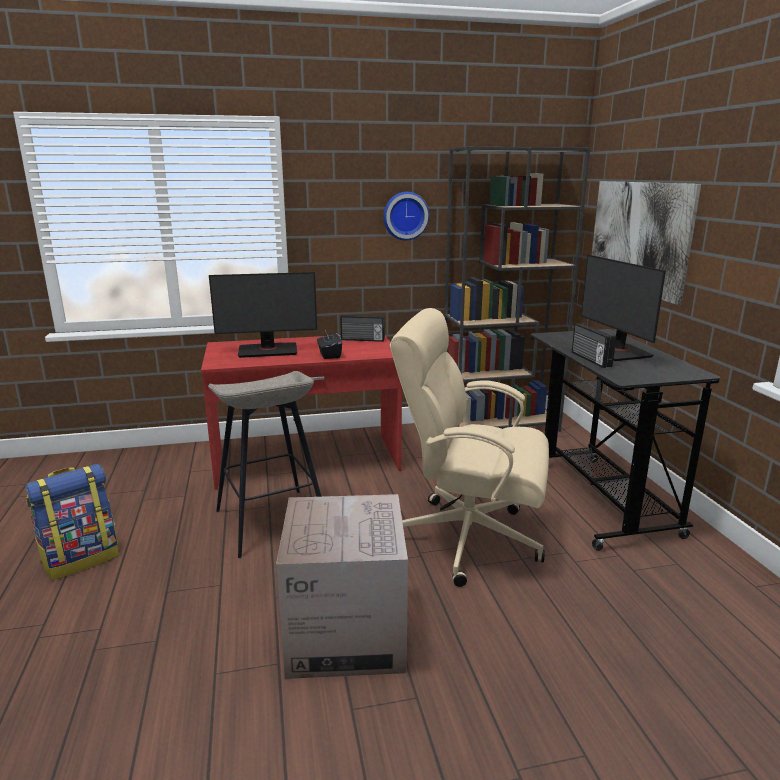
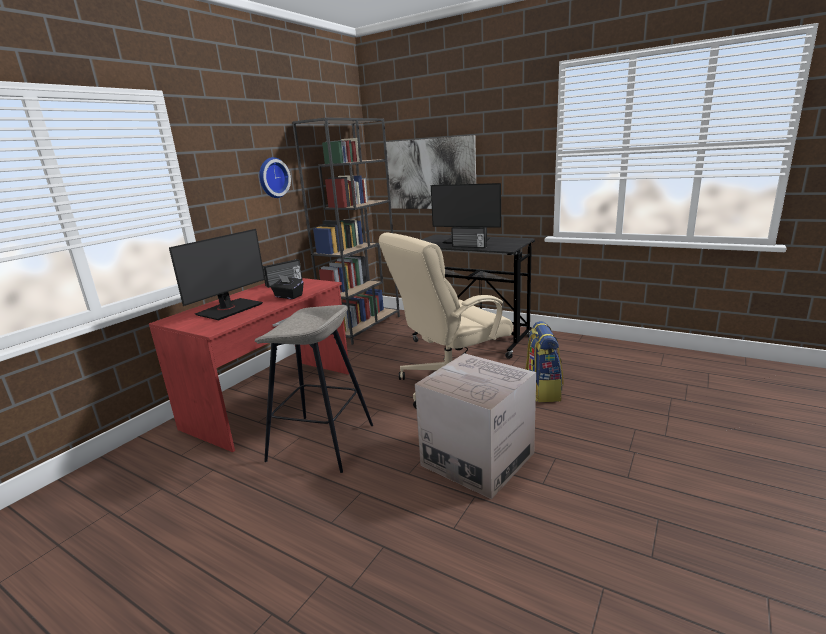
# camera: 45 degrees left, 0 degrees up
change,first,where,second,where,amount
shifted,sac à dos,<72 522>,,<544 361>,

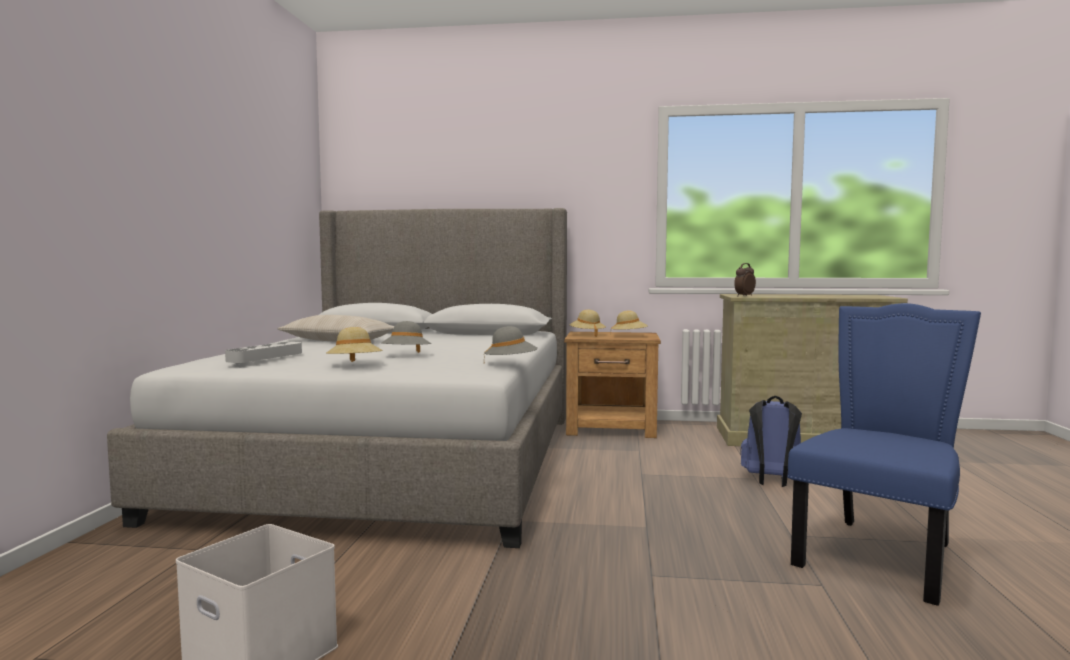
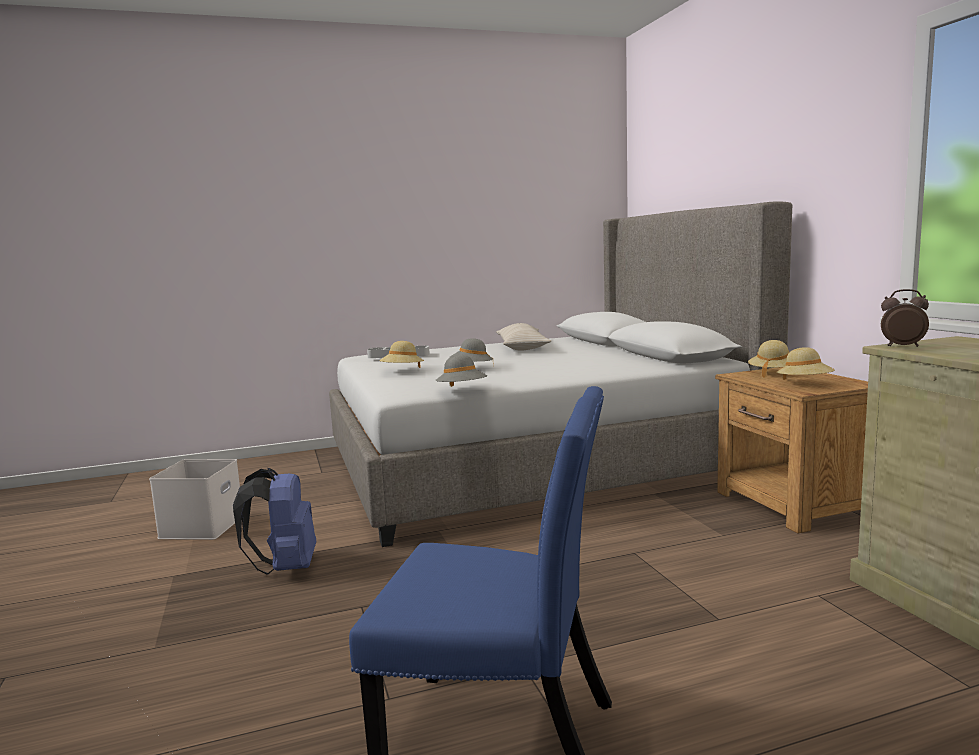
# camera: 65 degrees right, 5 degrees up
change,first,where,second,where,amount
shifted,sac à dos [bleu],<771 441>,,<274 521>,

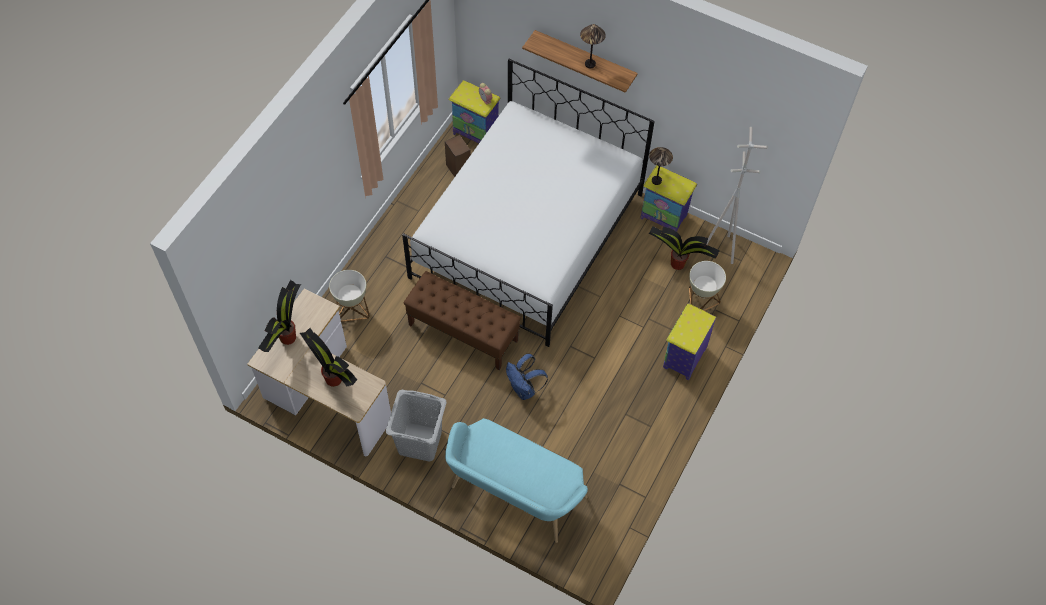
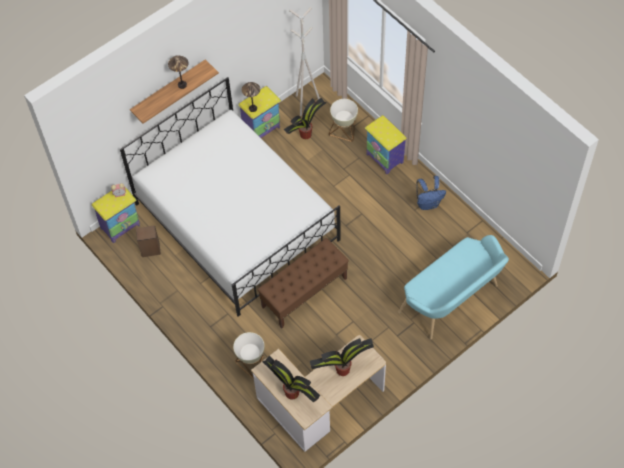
# camera: 65 degrees left, 0 degrees up
change,first,where,second,where,amount
shifted,sac à dos [bleu],<527 377>,,<431 193>,
gone,panier à linge [gris],<416 426>,,,

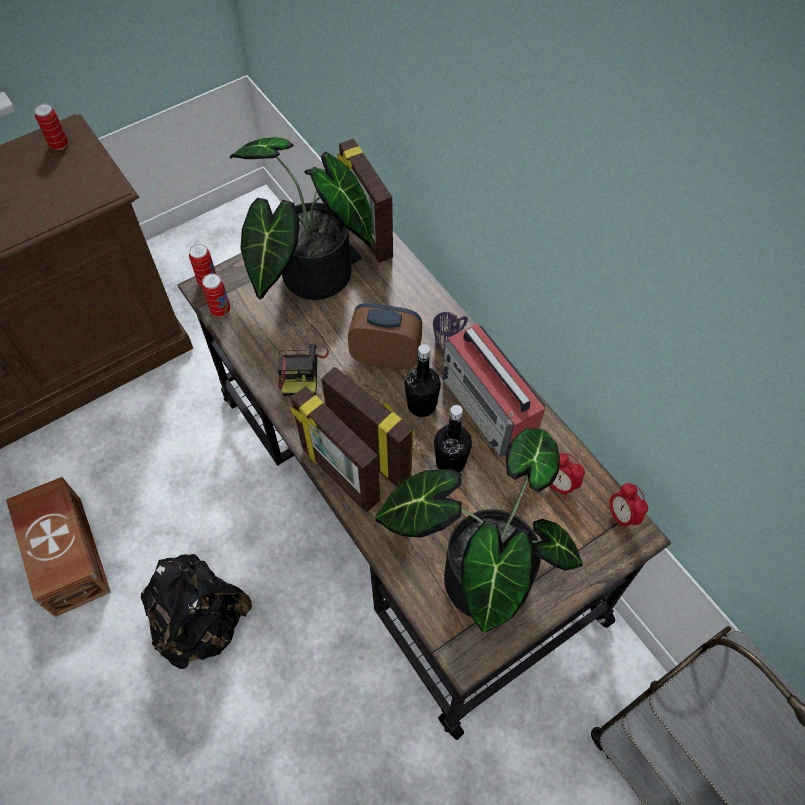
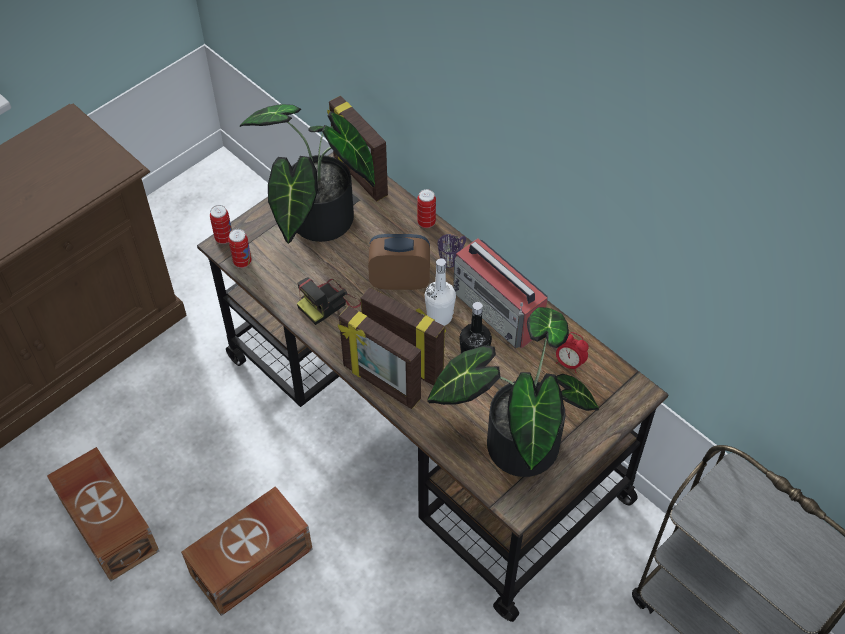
# camera: 10 degrees left, 5 degrees down
change,first,where,second,where,amount
swapped,sac à dos [noir],<196 611>,boîte de rangement [marron],<247 551>,
rotated,appareil photo,<303 370>,,<329 301>,60 degrees clockwise
shifted,boîte métallique,<51 127>,,<426 208>,
repainted,bouteille [noir],<422 380>,bouteille [blanc],<440 292>,
gone,réveil,<627 506>,,,

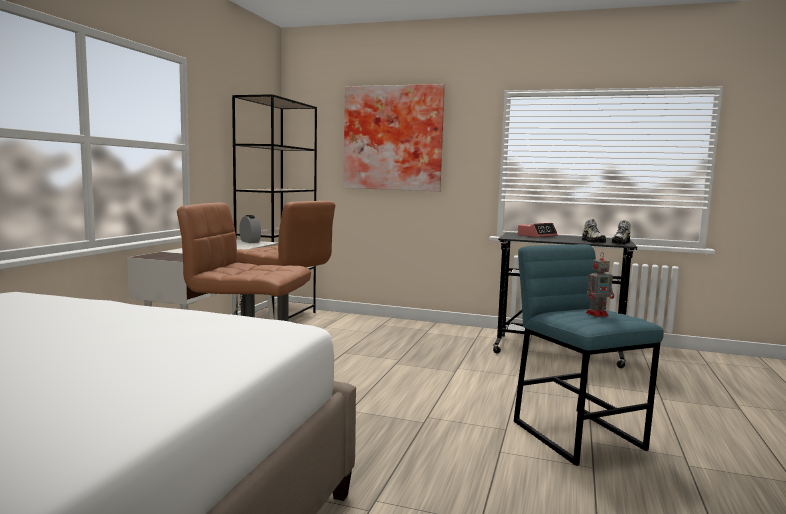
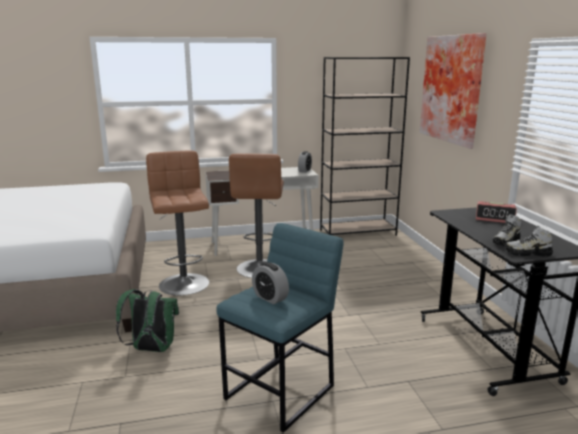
# camera: 60 degrees right, 10 degrees up
change,first,where,second,where,amount
new,,,sac à dos [vert],<147 320>,
swapped,robot jouet,<600 284>,réveil,<270 283>,

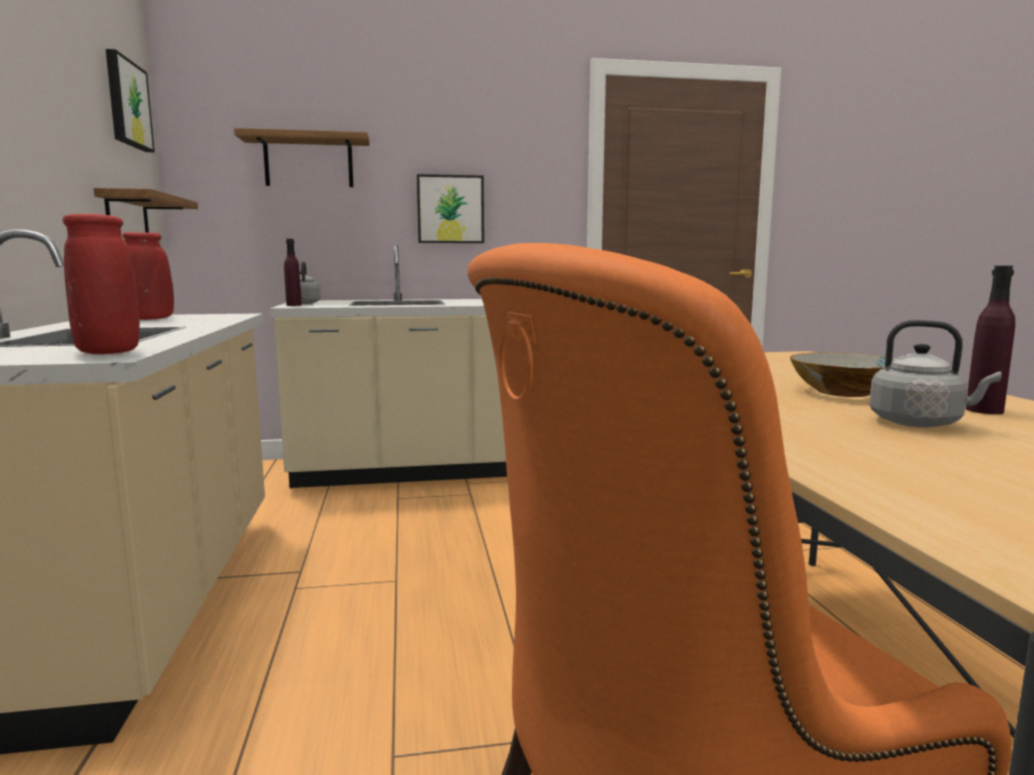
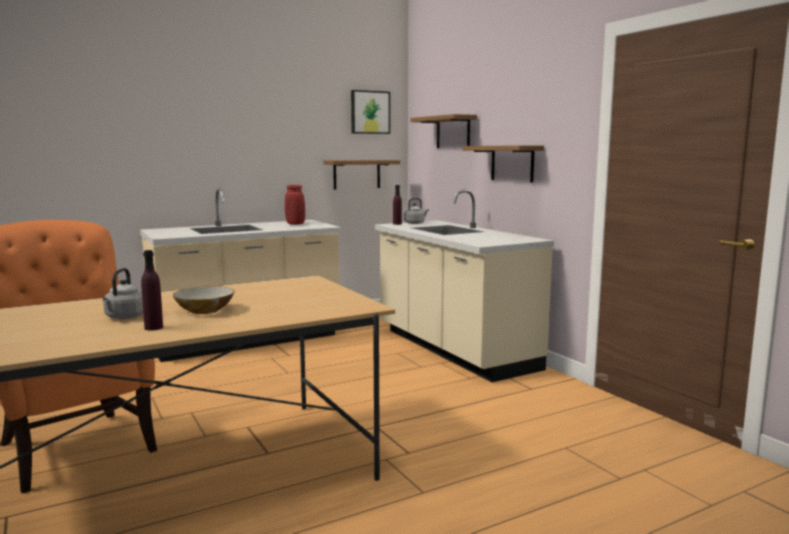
# camera: 70 degrees right, 0 degrees up
change,first,where,second,where,amount
swapped,tableau,<450 208>,étagère,<503 163>,
gone,vase [rouge],<101 284>,,,

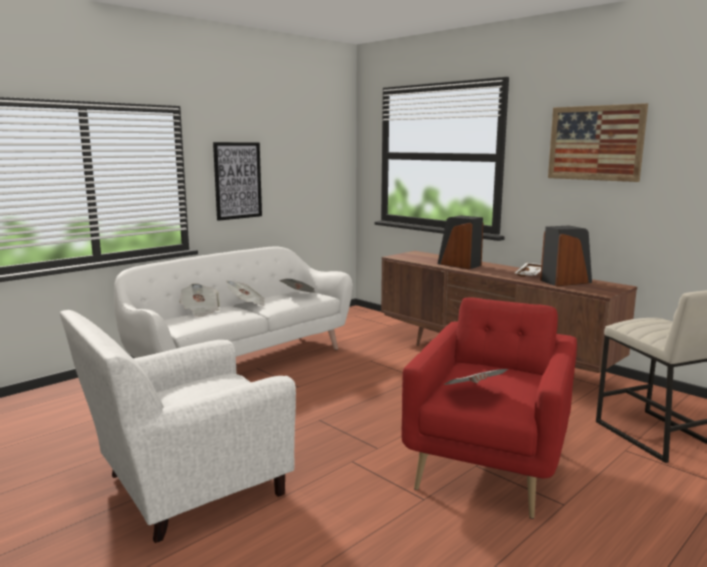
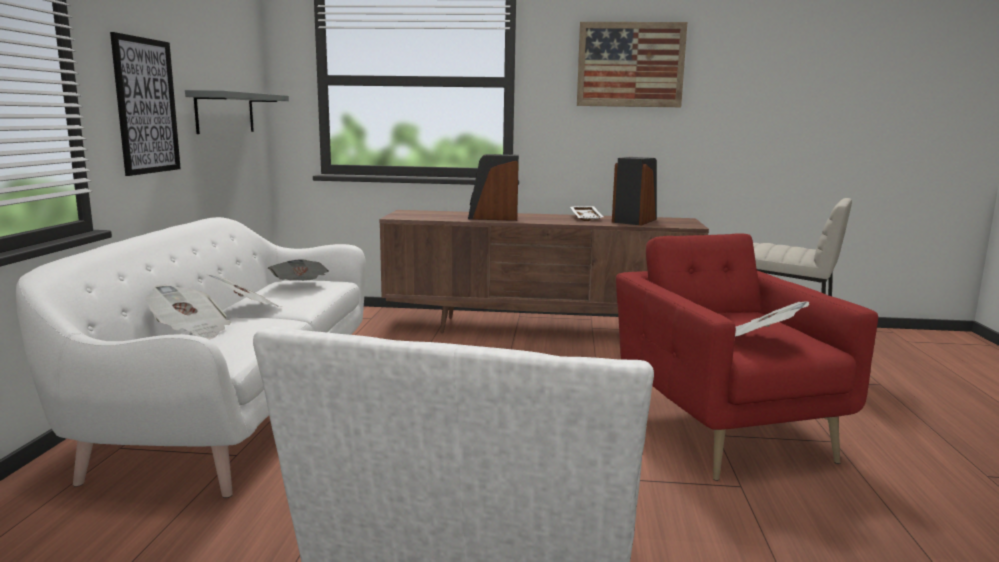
# camera: 40 degrees left, 0 degrees up
change,first,where,second,where,amount
new,,,étagère [gris],<237 112>,

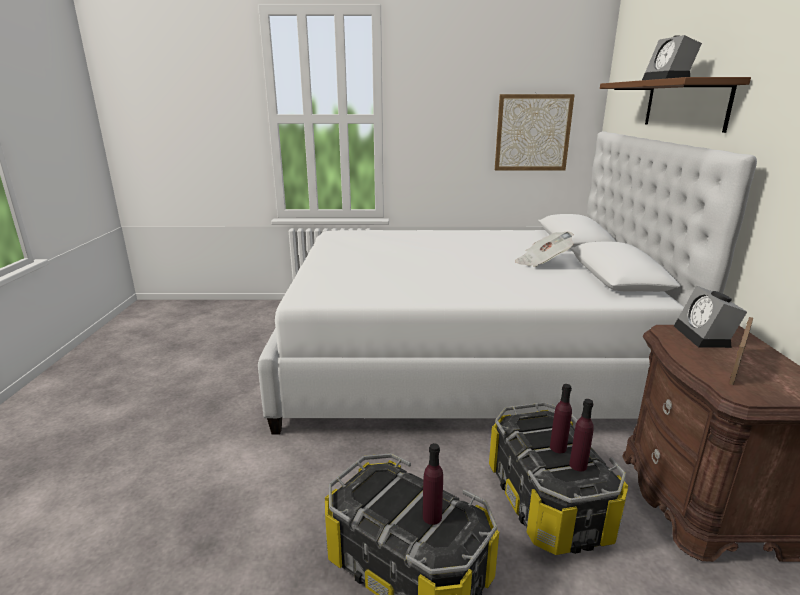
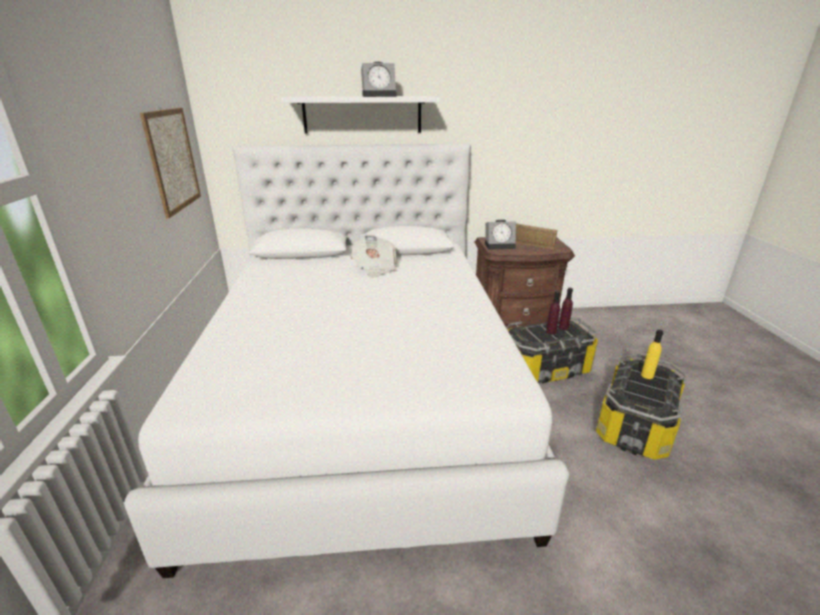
# camera: 95 degrees left, 5 degrees up
change,first,where,second,where,amount
repainted,étagère [marron],<675 105>,étagère [blanc],<360 115>,
repainted,bouteille [violet],<433 484>,bouteille [jaune],<652 354>,

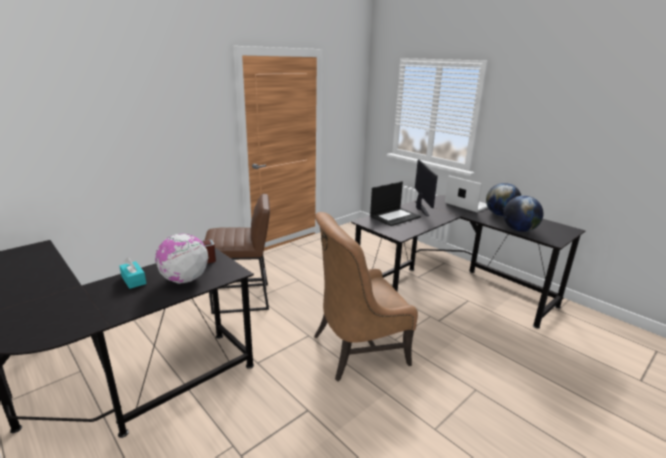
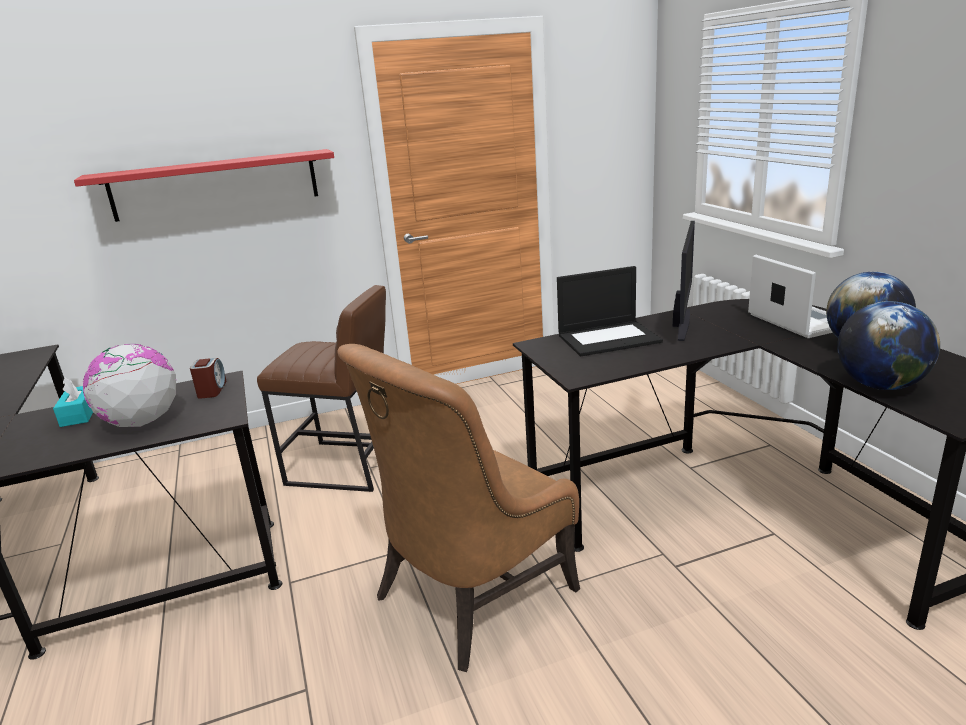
# camera: 25 degrees right, 0 degrees up
change,first,where,second,where,amount
new,,,étagère [rouge],<204 185>,
rotated,chaise [marron],<366 297>,,<458 508>,45 degrees counterclockwise

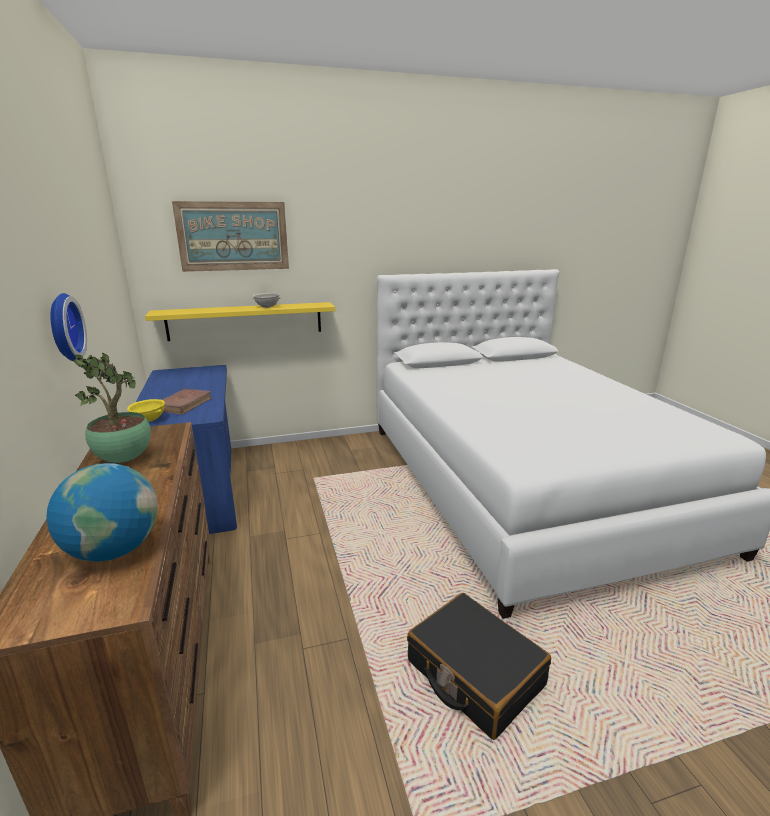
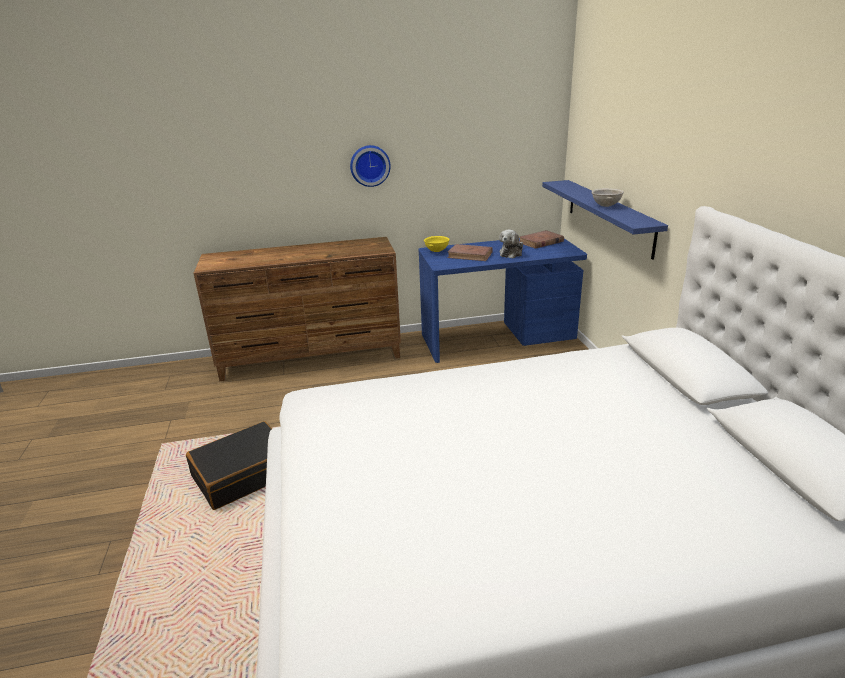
# camera: 95 degrees right, 5 degrees up
change,first,where,second,where,amount
new,,,peluche,<511 244>,
new,,,livre [marron],<541 239>,
repainted,étagère [jaune],<240 321>,étagère [bleu],<605 219>,
gone,globe,<102 512>,,,
gone,plante en pot,<112 408>,,,
gone,tableau,<230 236>,,,

